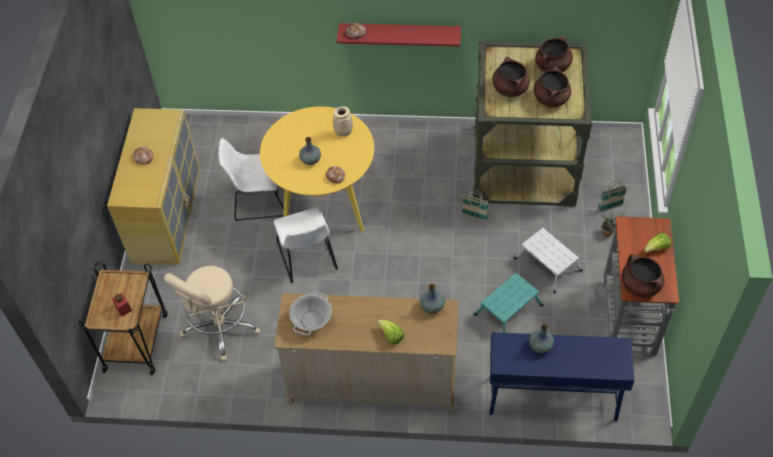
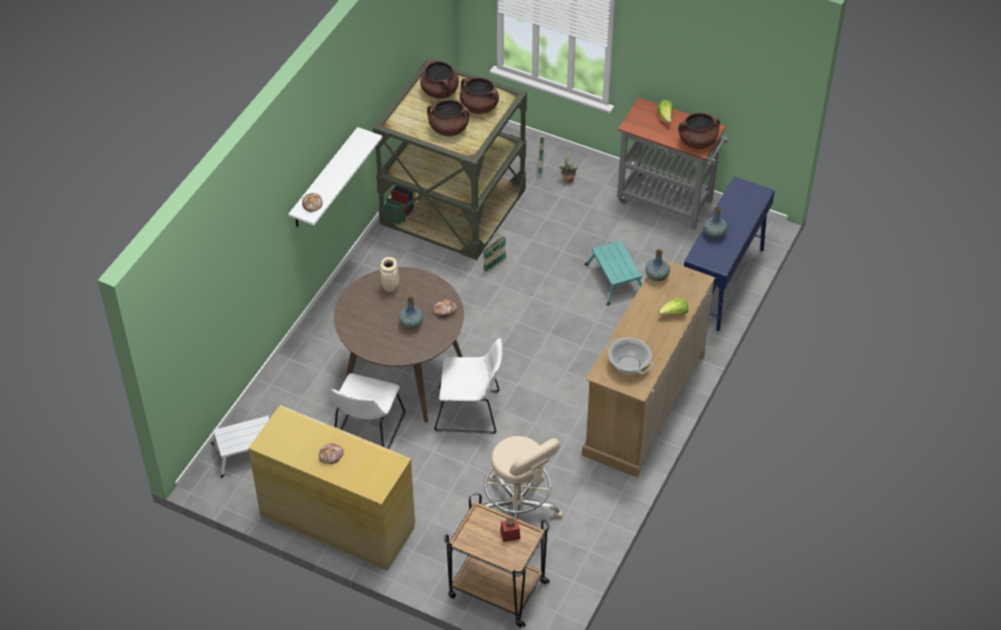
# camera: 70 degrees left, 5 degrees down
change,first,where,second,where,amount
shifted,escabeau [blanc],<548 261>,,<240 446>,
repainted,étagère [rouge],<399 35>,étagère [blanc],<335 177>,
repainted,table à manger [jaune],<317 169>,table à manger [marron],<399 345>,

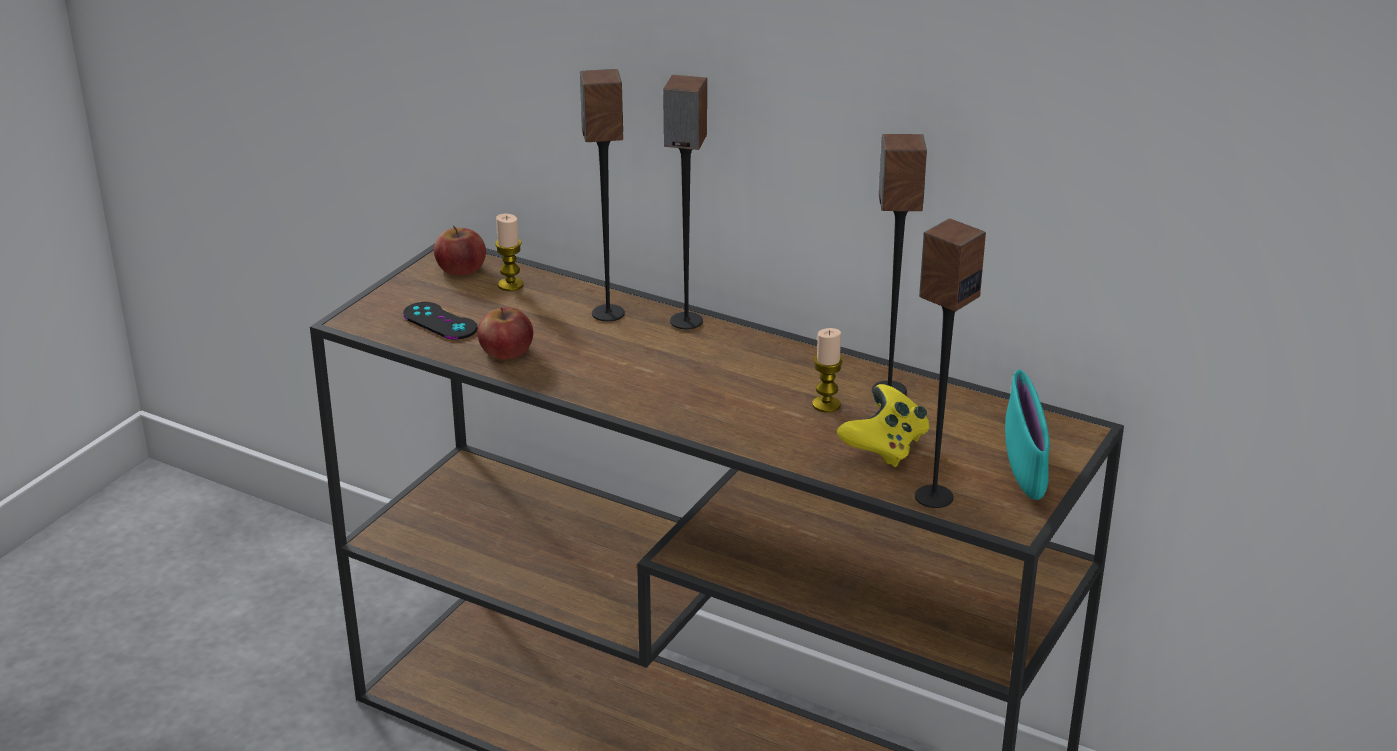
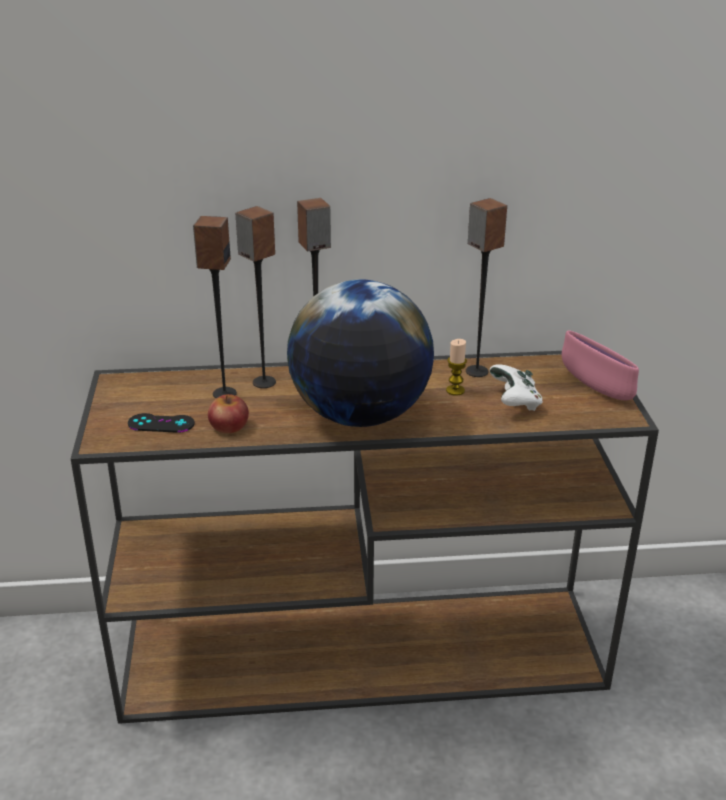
# camera: 35 degrees left, 0 degrees up
change,first,where,second,where,amount
shifted,enceinte,<950 363>,,<215 307>,
new,,,globe,<360 353>,
repainted,manette [jaune],<883 425>,manette [blanc],<516 387>,
repainted,bol [turquoise],<1027 435>,bol [rose],<600 365>,
gone,pomme,<460 251>,,,
gone,bougie,<509 252>,,,

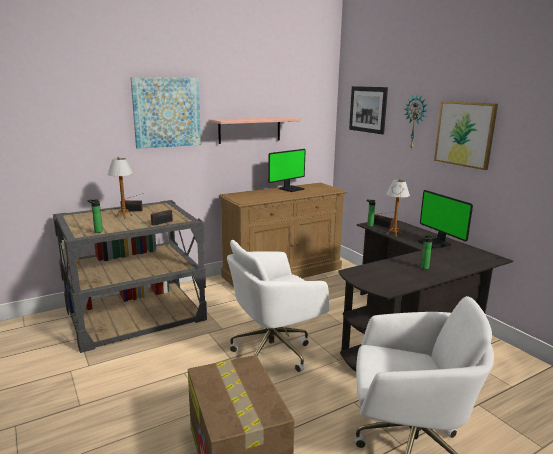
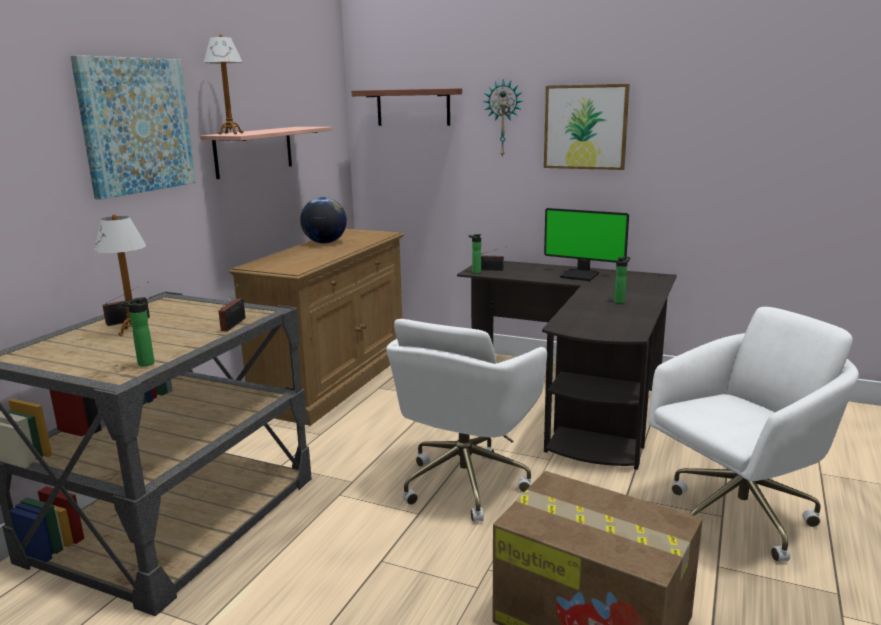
# camera: 35 degrees left, 0 degrees up
change,first,where,second,where,amount
shifted,lampe de table,<398 208>,,<223 84>,
swapped,écran d'ordinateur,<286 170>,globe,<323 220>,
swapped,tableau,<368 110>,étagère,<407 107>,

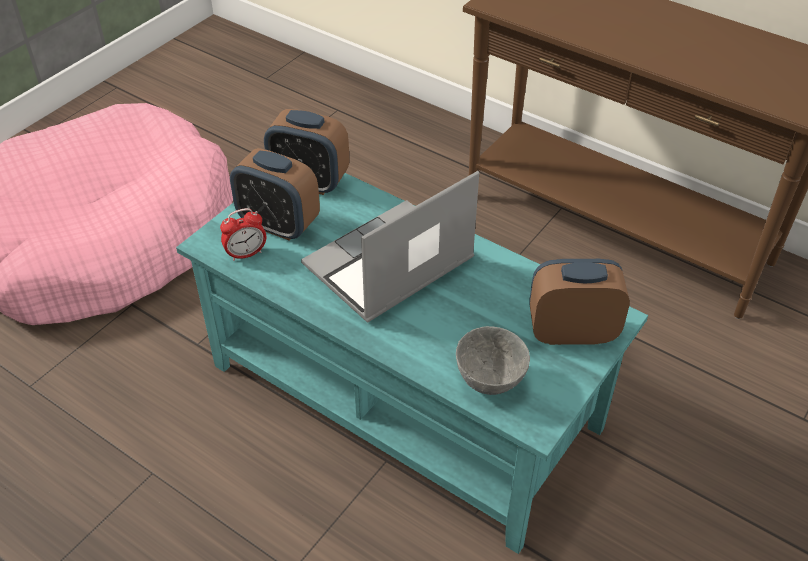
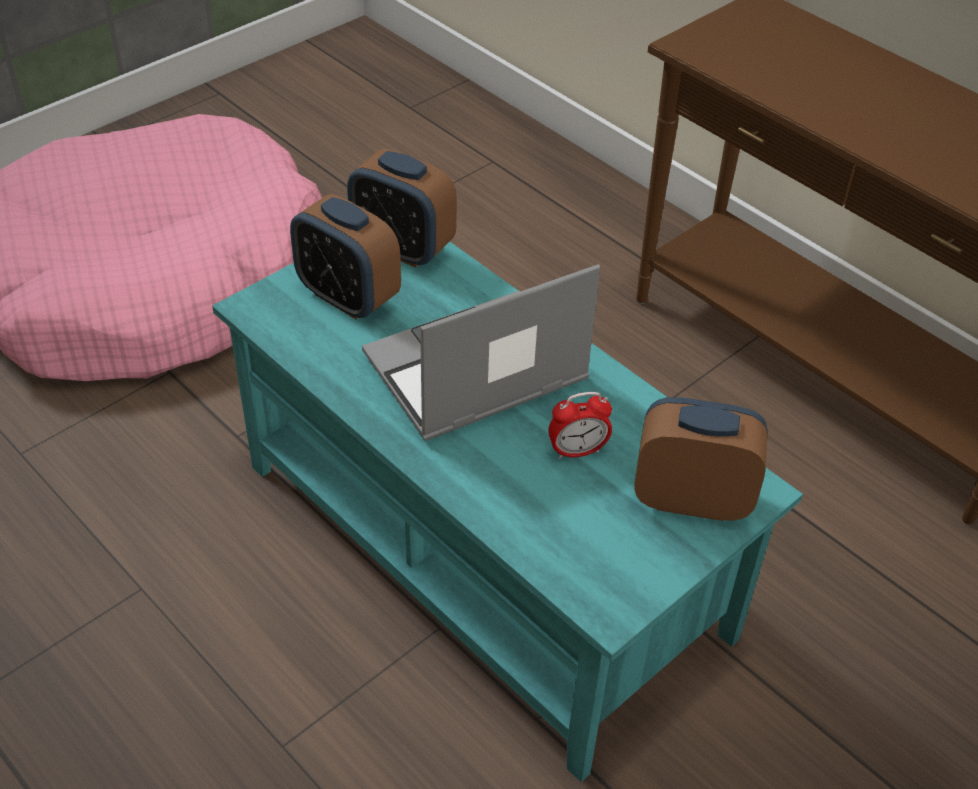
# camera: 10 degrees right, 0 degrees up
change,first,where,second,where,amount
shifted,réveil,<243 234>,,<580 425>,
gone,bol [gris],<493 360>,,,

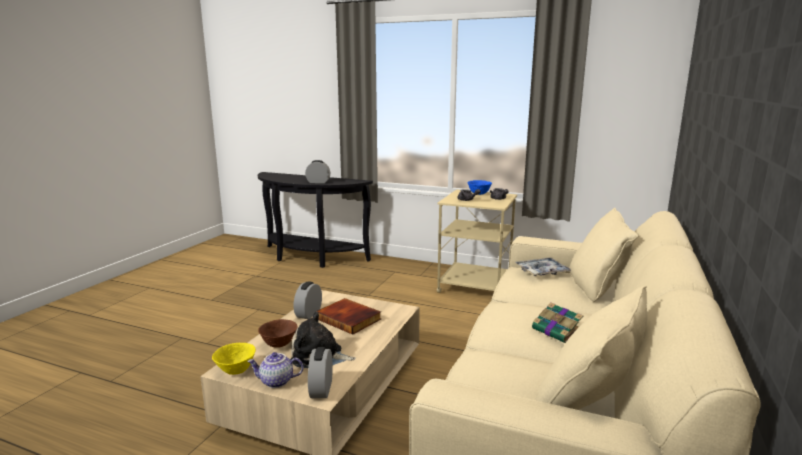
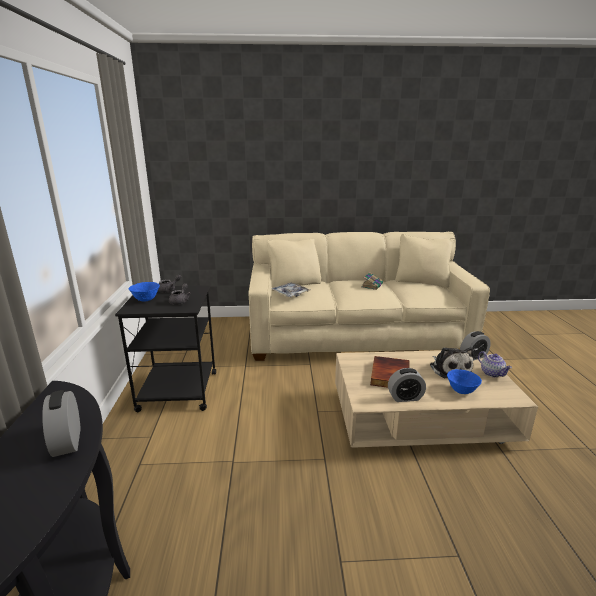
# camera: 115 degrees left, 5 degrees up
change,first,where,second,where,amount
repainted,chariot [beige],<477 241>,chariot [noir],<165 348>,
repainted,bol [marron],<277 333>,bol [bleu],<464 381>,
gone,bol [jaune],<234 359>,,,

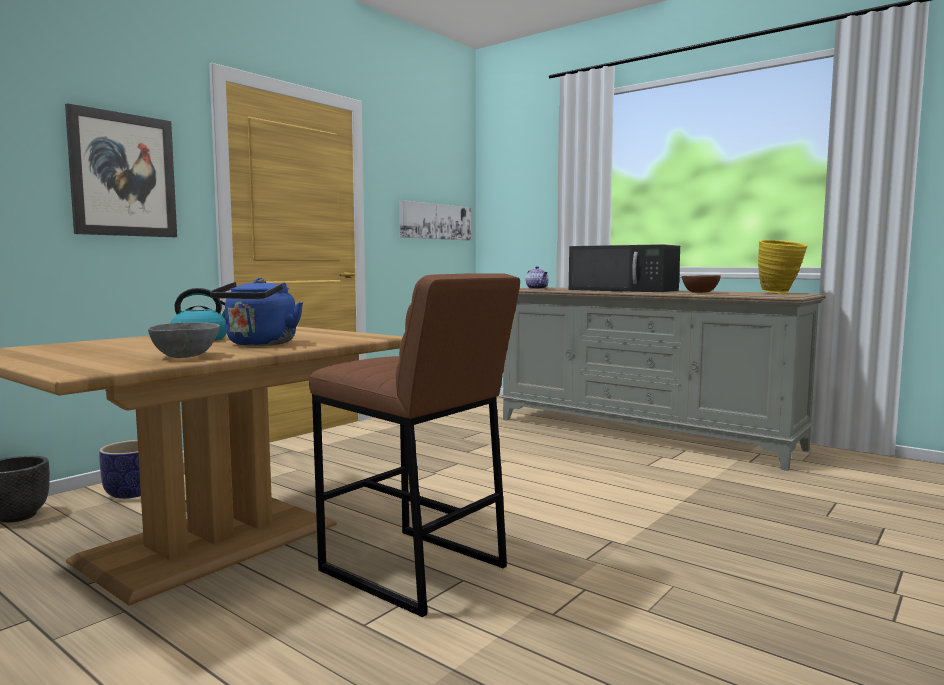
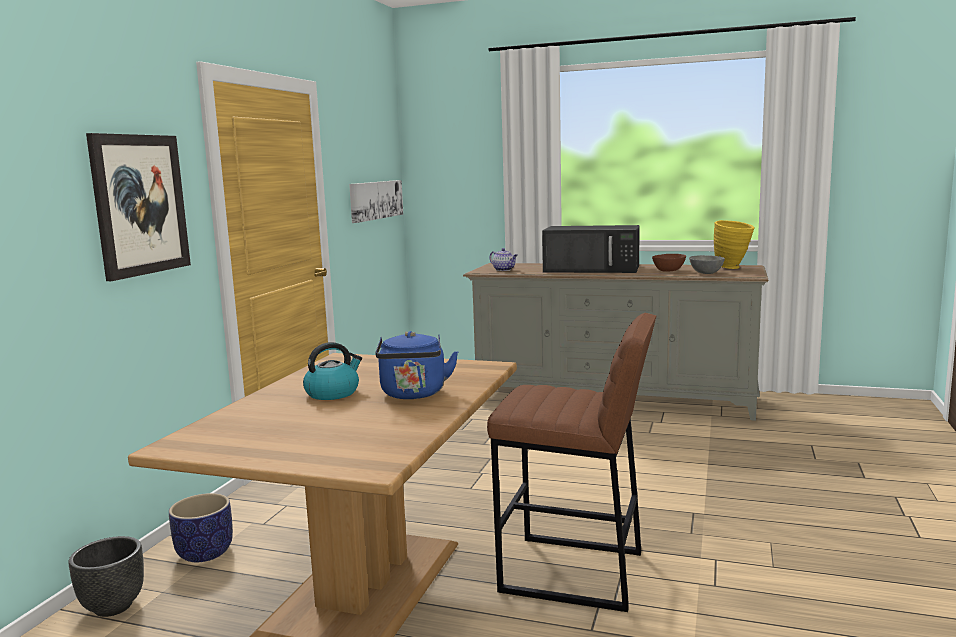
# camera: 20 degrees left, 5 degrees up
change,first,where,second,where,amount
shifted,bol [gris],<184 340>,,<707 264>,

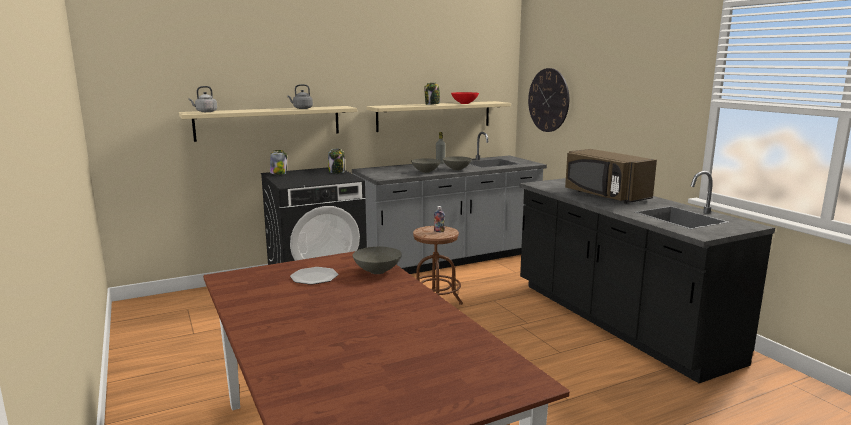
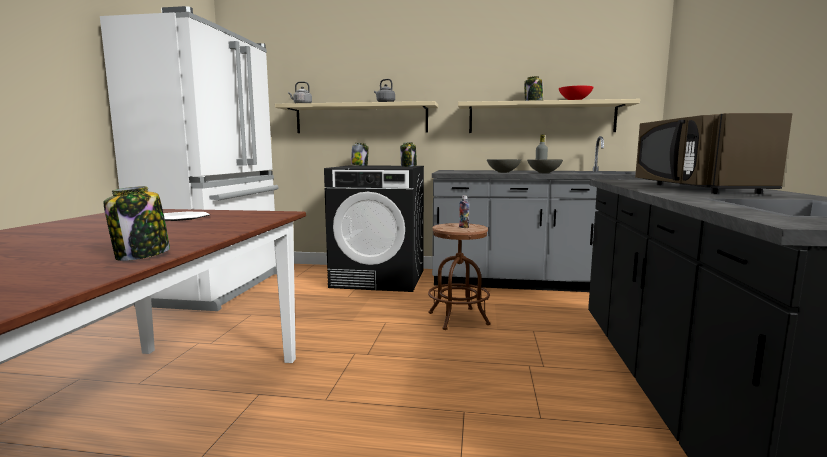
# camera: 35 degrees right, 5 degrees down
change,first,where,second,where,amount
new,,,réfrigérateur [blanc],<189 158>,
new,,,bocal,<136 223>,
gone,bol [gris],<377 260>,,,
gone,horloge murale,<548 100>,,,

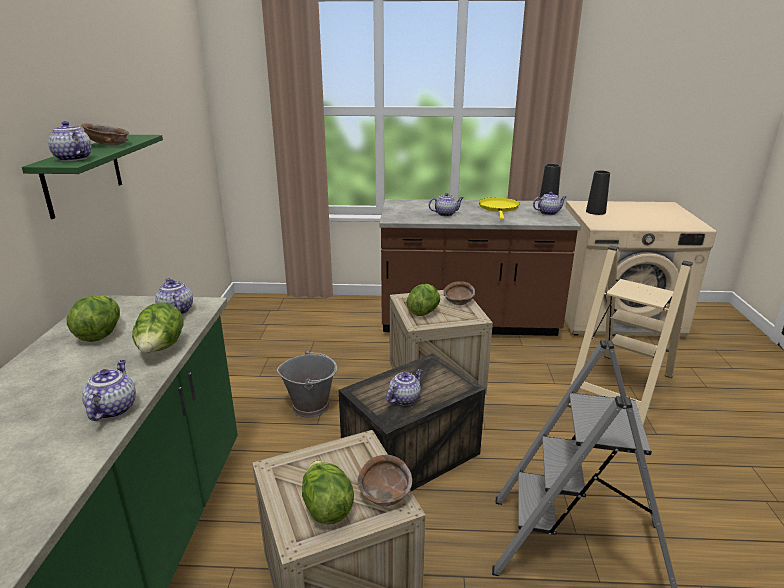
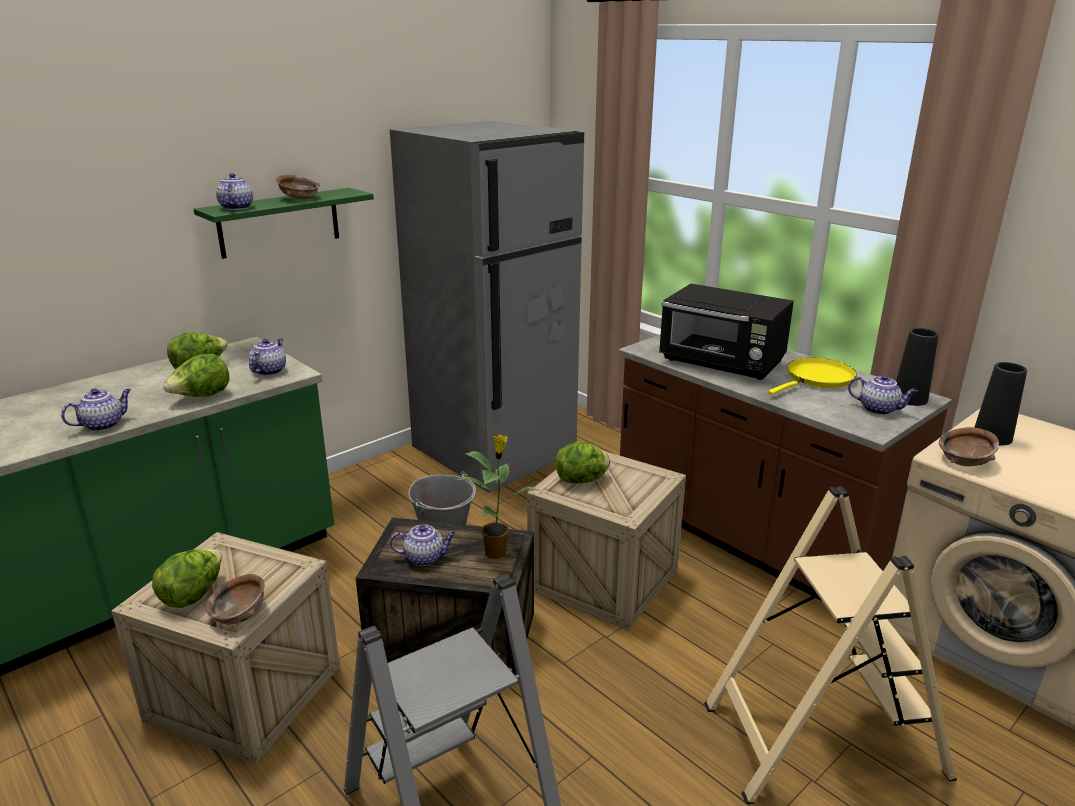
# camera: 45 degrees right, 0 degrees up
change,first,where,second,where,amount
new,,,réfrigérateur [gris],<487 307>,
new,,,plante en pot,<497 497>,
swapped,théière,<446 204>,micro-ondes [noir],<726 332>,
shifted,bol [marron],<459 293>,,<969 446>,

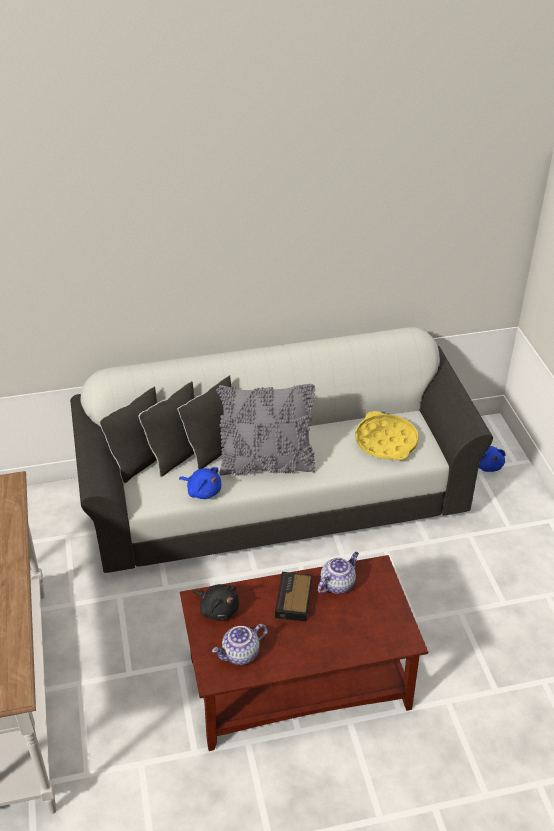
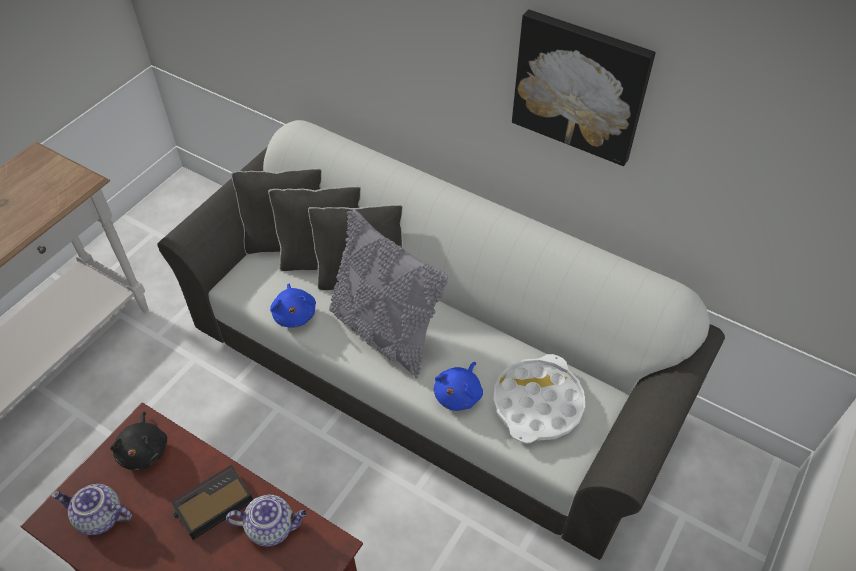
# camera: 45 degrees right, 10 degrees up
change,first,where,second,where,amount
shifted,peluche [bleu],<492 459>,,<458 386>,
repainted,plateau [jaune],<387 435>,plateau [blanc],<539 399>,
new,,,tableau,<584 87>,

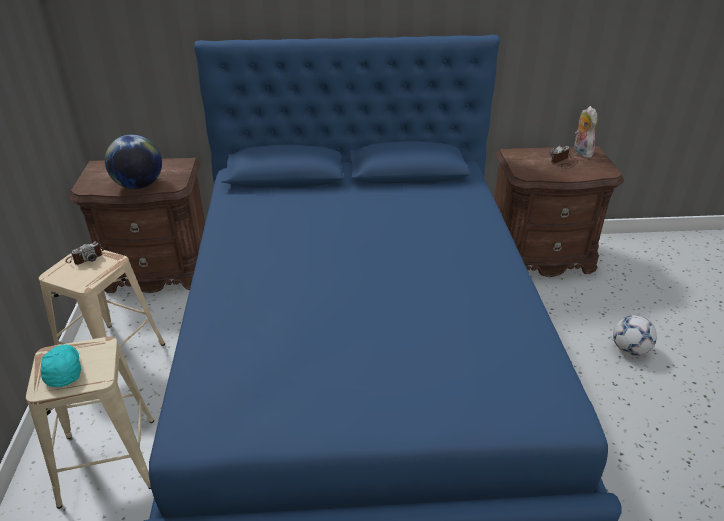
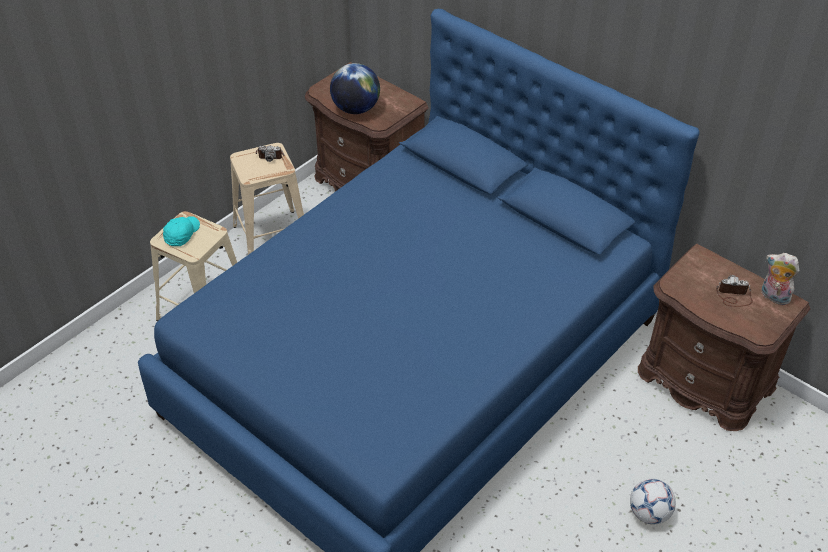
# camera: 45 degrees right, 10 degrees up
change,first,where,second,where,amount
rotated,peluche,<586 132>,,<780 279>,90 degrees counterclockwise

